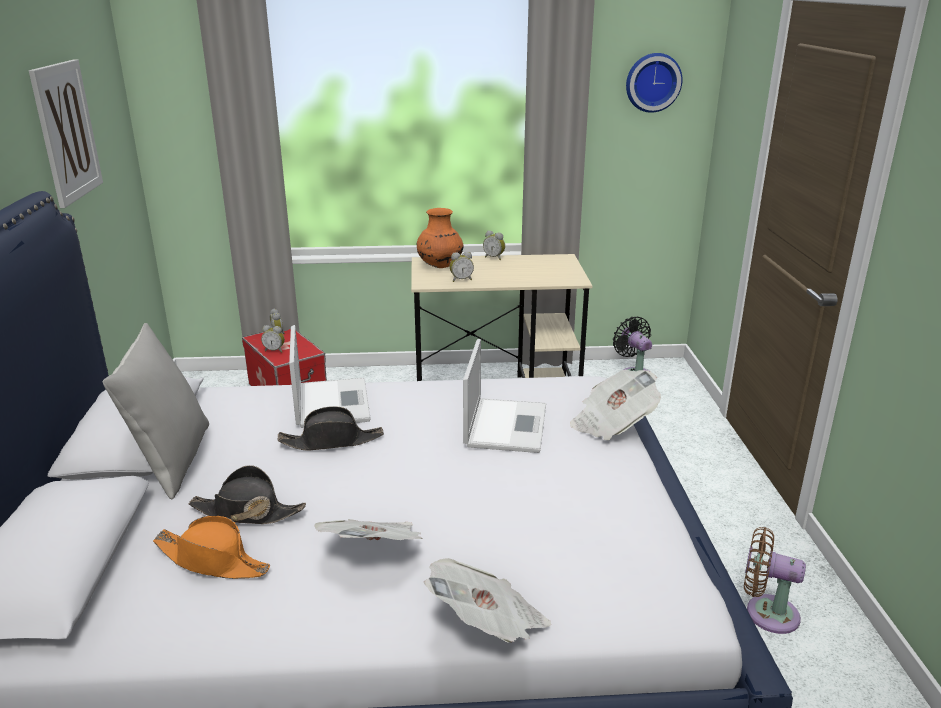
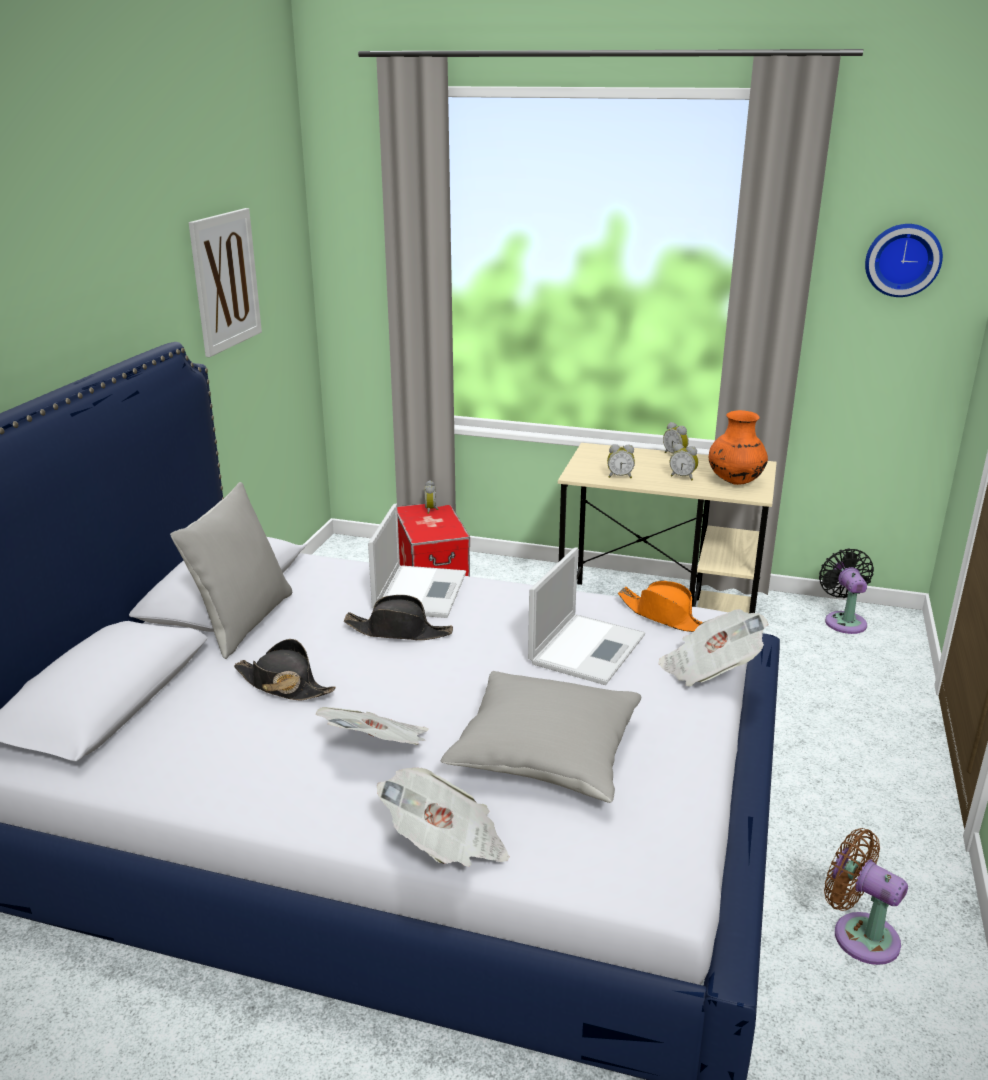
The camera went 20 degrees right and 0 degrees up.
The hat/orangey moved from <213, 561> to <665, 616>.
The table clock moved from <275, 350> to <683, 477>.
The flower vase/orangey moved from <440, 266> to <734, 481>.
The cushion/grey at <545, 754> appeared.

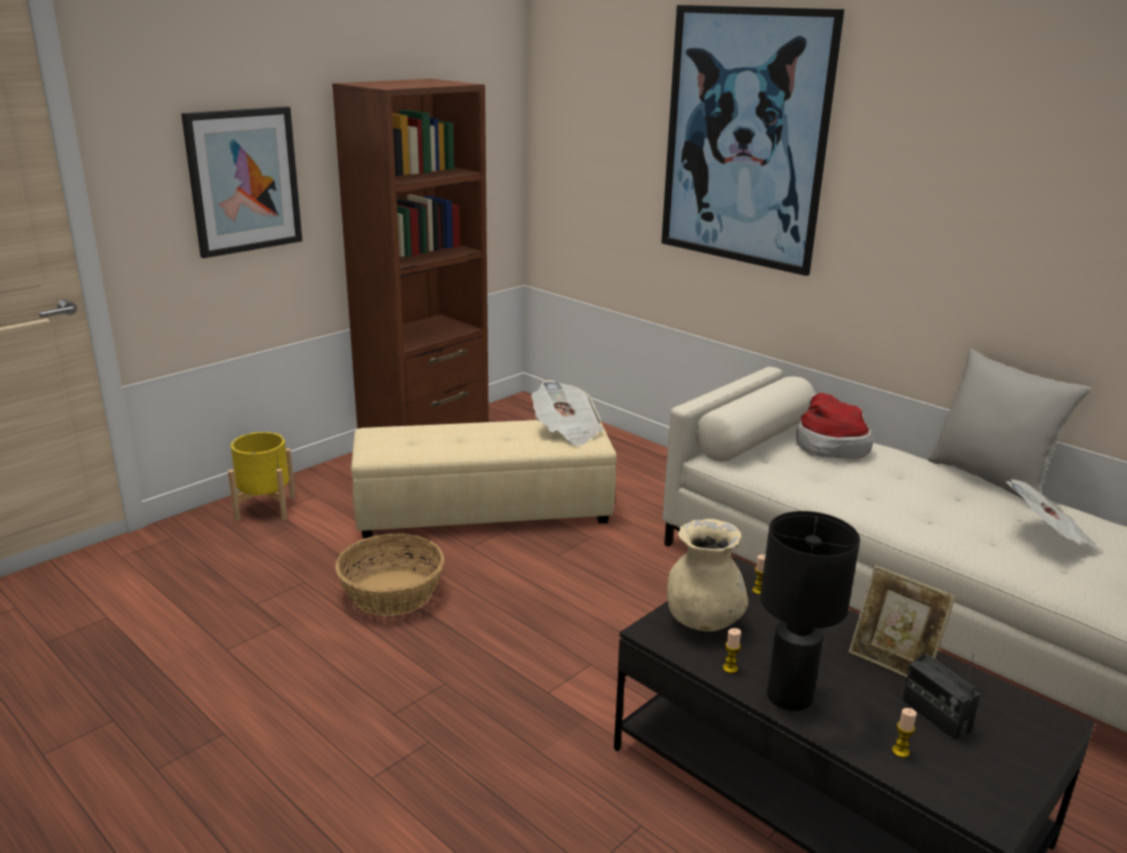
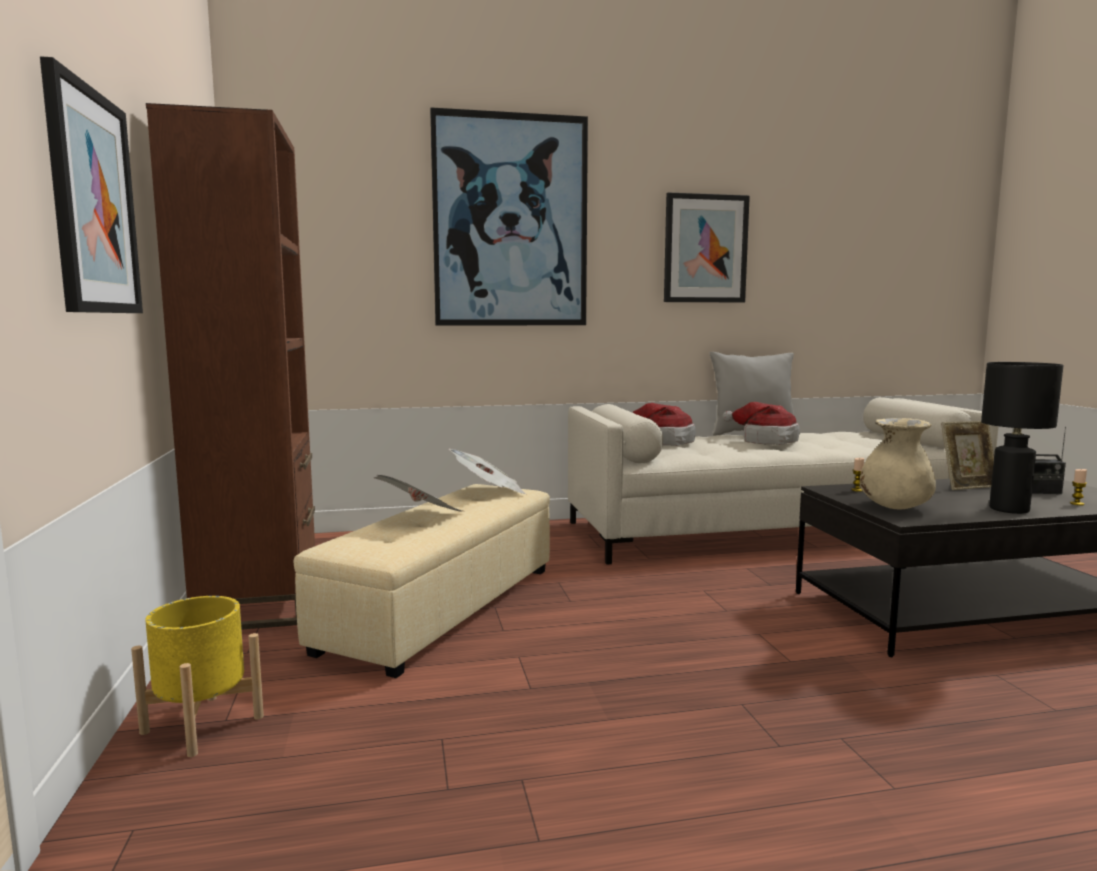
The camera went 55 degrees left and 15 degrees down.
The basket at <392, 592> disappeared.
The wax light at <730, 668> disappeared.
The daily paper moved from <1047, 536> to <421, 517>.
The picture at <705, 249> appeared.
The hat at <765, 441> appeared.

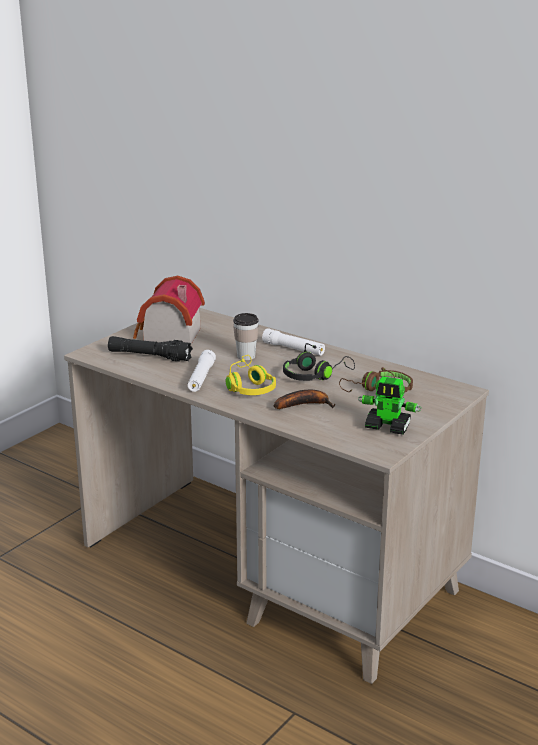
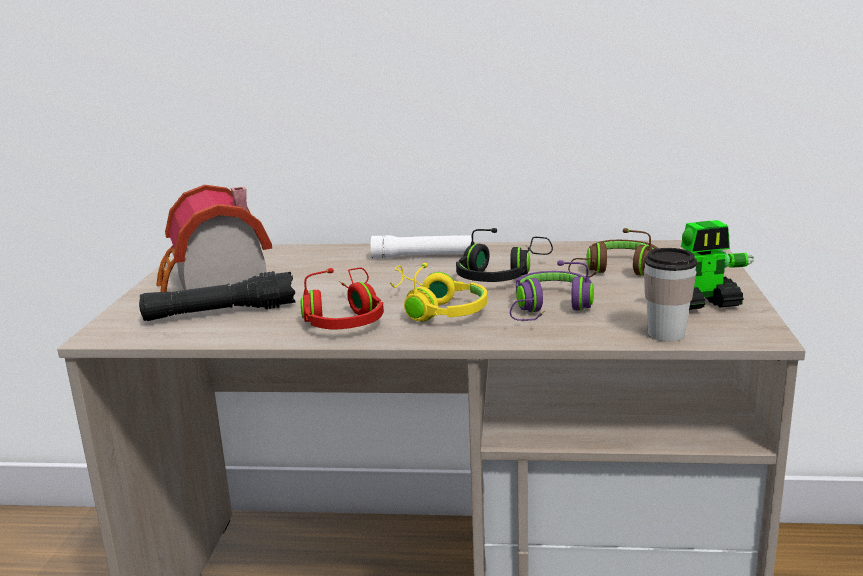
The camera went 30 degrees left and 5 degrees down.
The hand torch/whitish at <201, 378> was replaced by the pair of headphones/reddish at <345, 318>.
The cup moved from <246, 356> to <666, 334>.
The whole banana at <305, 405> was replaced by the pair of headphones/purple-coloured at <549, 309>.

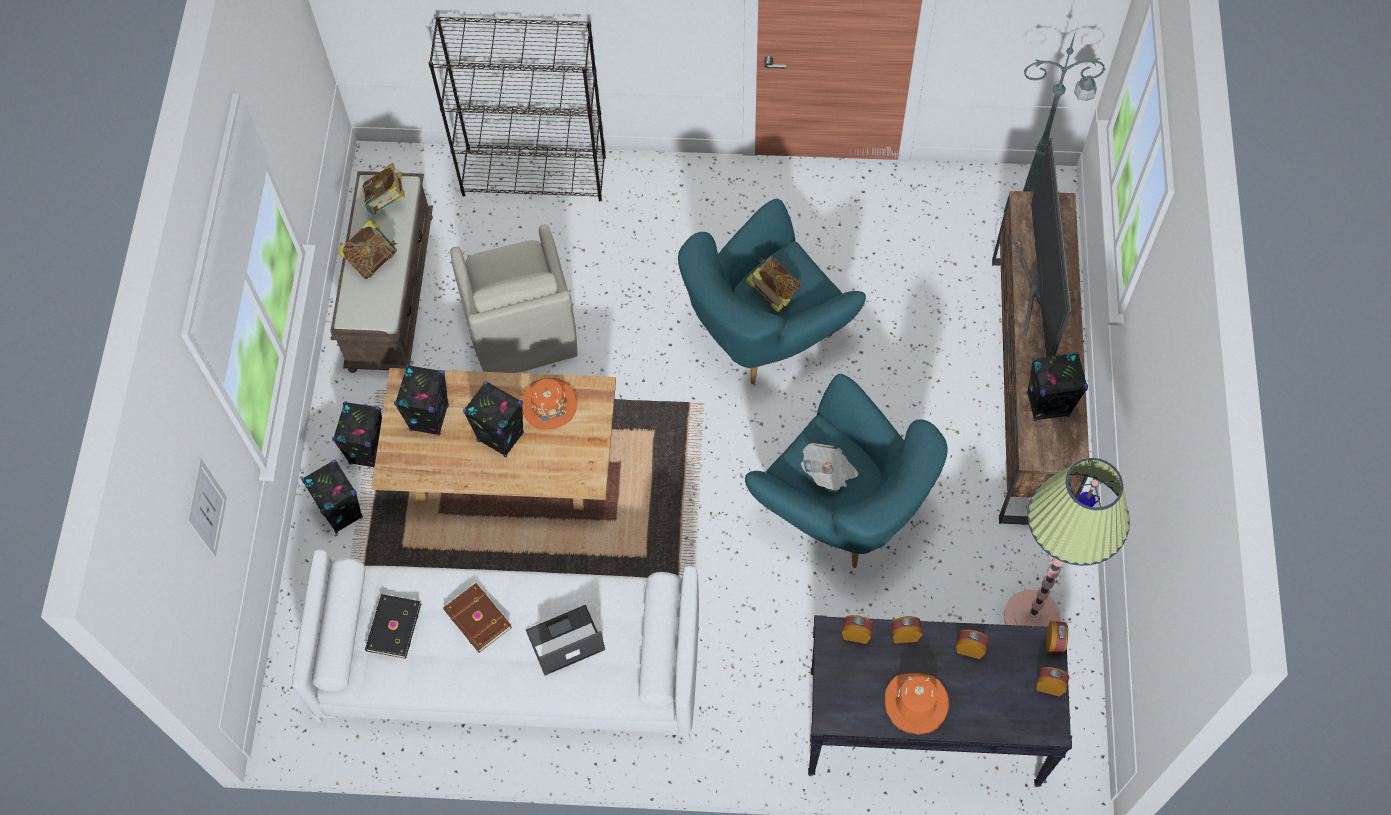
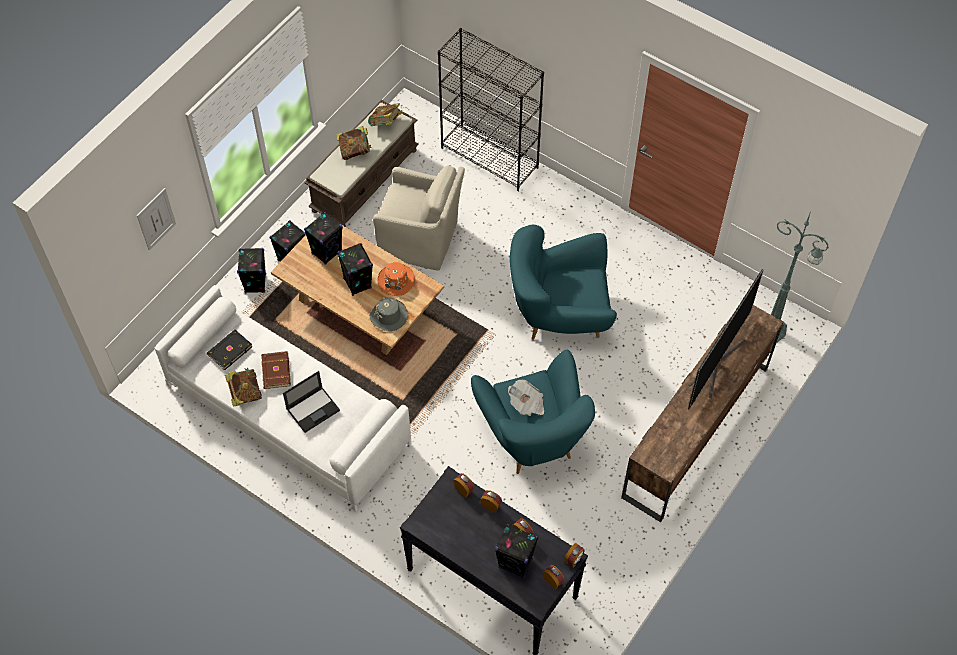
The camera went 30 degrees right and 5 degrees down.
The armchair/sand-coloured at <522, 332> turned 90 degrees counterclockwise.
The portable computer at <564, 641> turned 135 degrees clockwise.
The volume moved from <773, 293> to <245, 393>.
The hat/orangey at <915, 703> disappeared.
The floor lamp at <1031, 617> disappeared.
The audio speaker/blackish moved from <1048, 405> to <516, 563>.
The hat/grey at <389, 316> appeared.

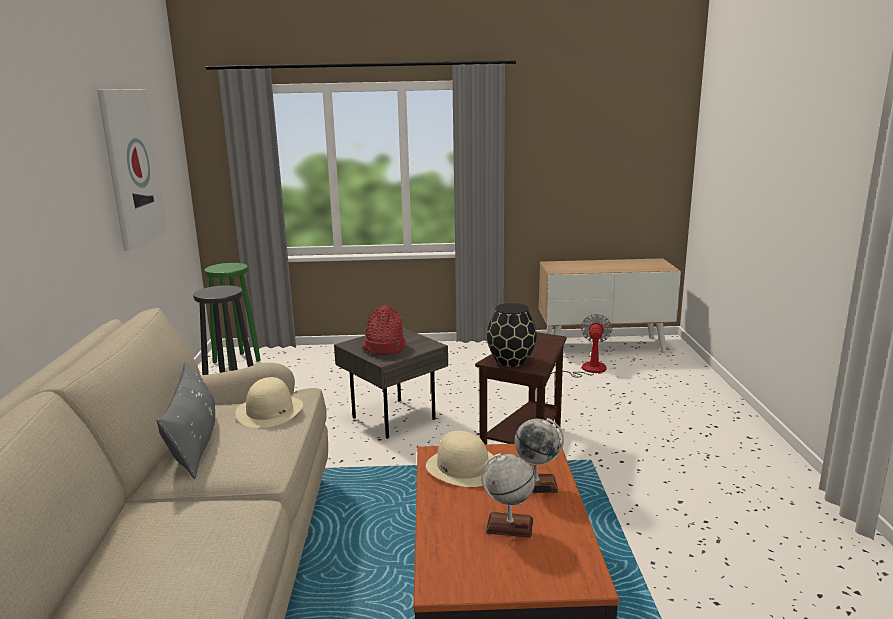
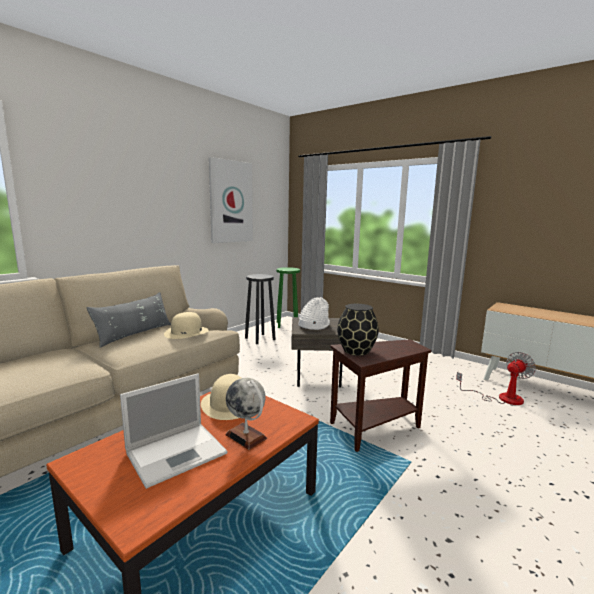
The camera went 40 degrees right and 5 degrees down.
The hat/reddish at <384, 347> became the hat/whitish at <313, 325>.
The world globe at <509, 526> was replaced by the portable computer at <178, 452>.

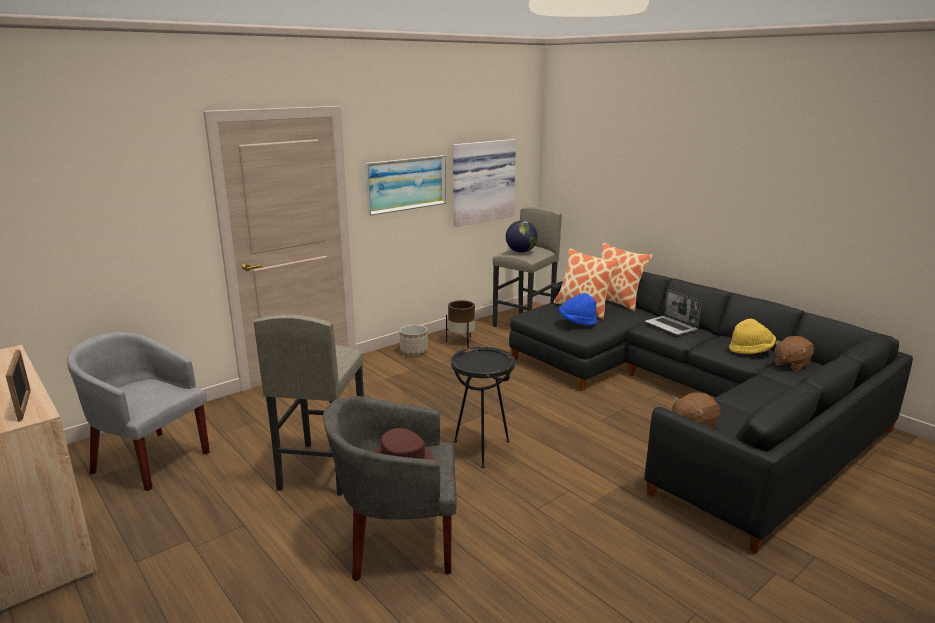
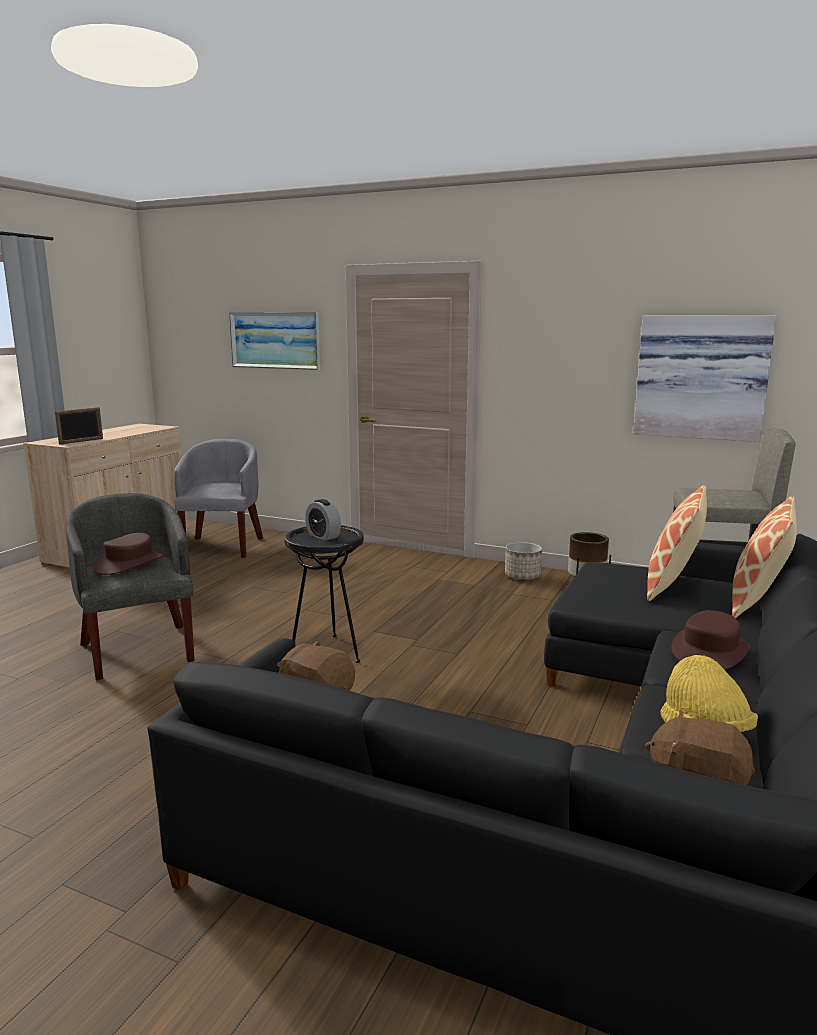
The camera went 65 degrees right and 5 degrees down.
The sitting stool/grey at <322, 469> disappeared.
The picture moved from <406, 184> to <275, 340>.
The world globe at <521, 252> disappeared.
The hat/blue at <577, 322> disappeared.
The portable computer at <671, 326> was replaced by the hat/brownish at <710, 651>.
The table clock at <323, 536> appeared.

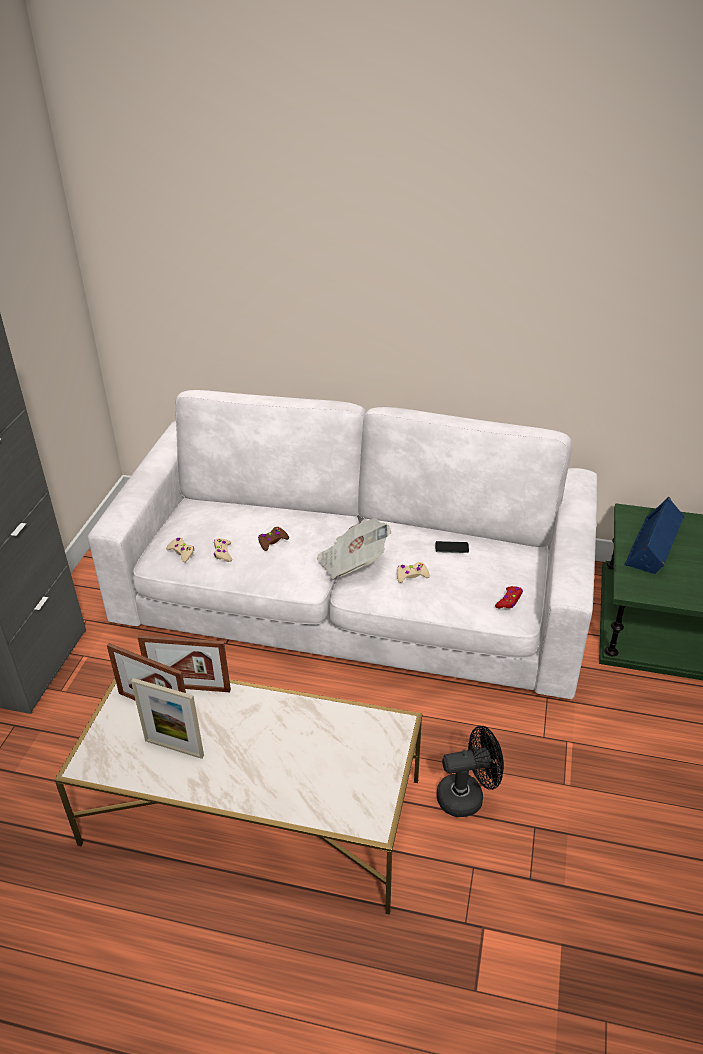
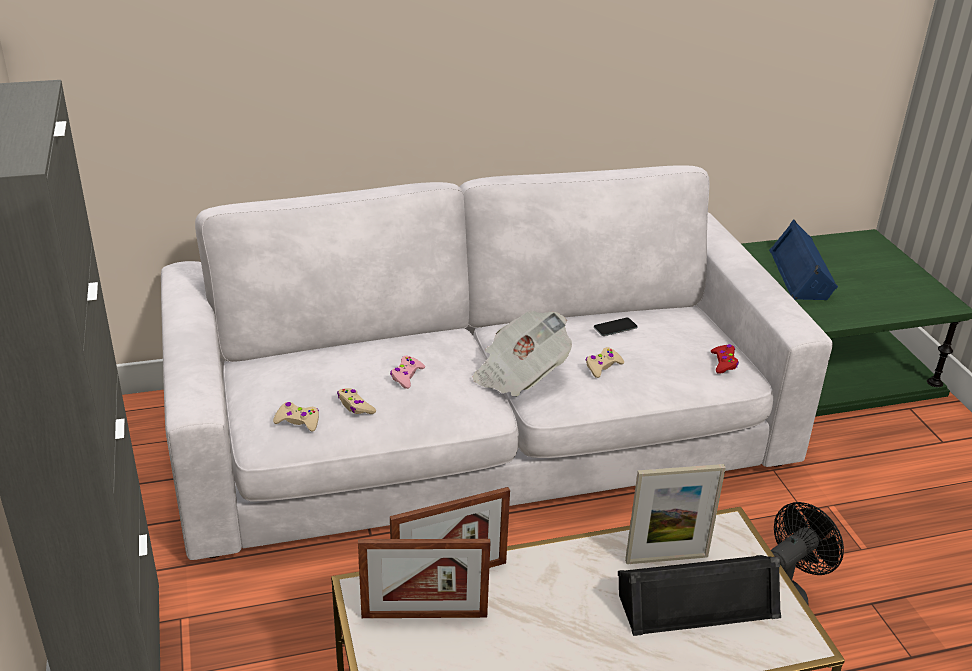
The camera went 30 degrees left and 5 degrees down.
The standing frame moved from <174, 748> to <666, 558>.
The game controller/brownish at <272, 541> became the game controller/pink at <406, 376>.
The audio speaker/blackish at <696, 600> appeared.

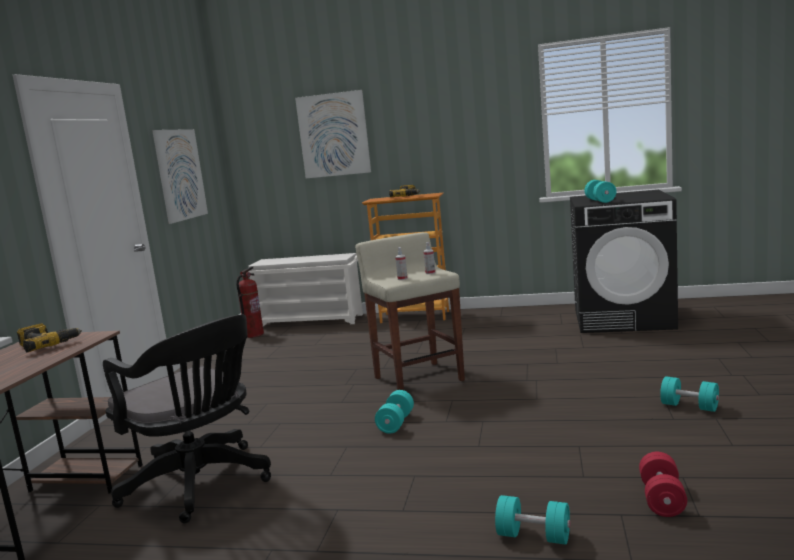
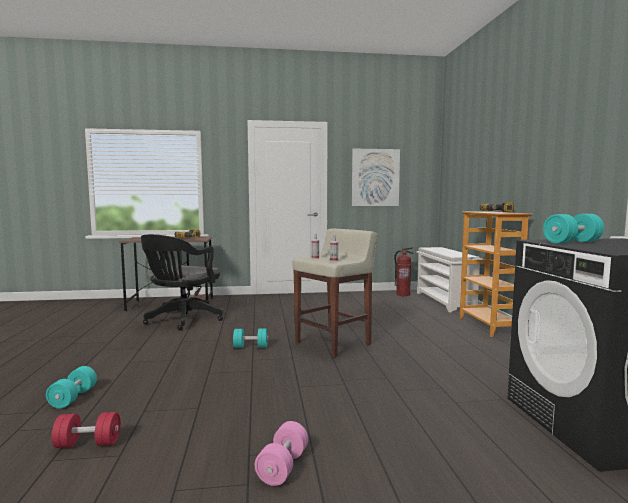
The camera went 70 degrees right and 5 degrees down.
The picture at <333, 135> disappeared.
The hand weight/blue-green at <689, 406> became the hand weight/pink at <282, 467>.

